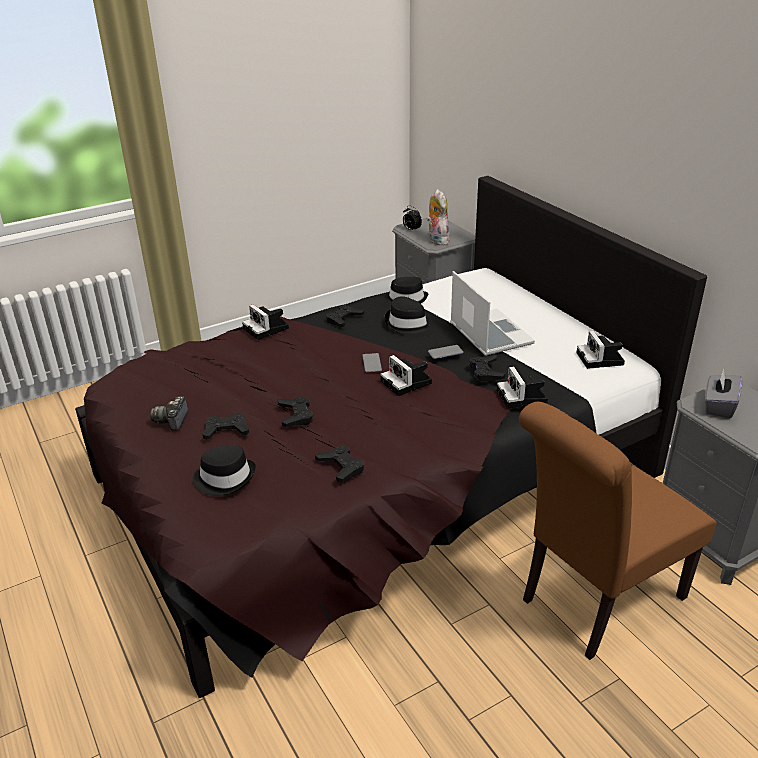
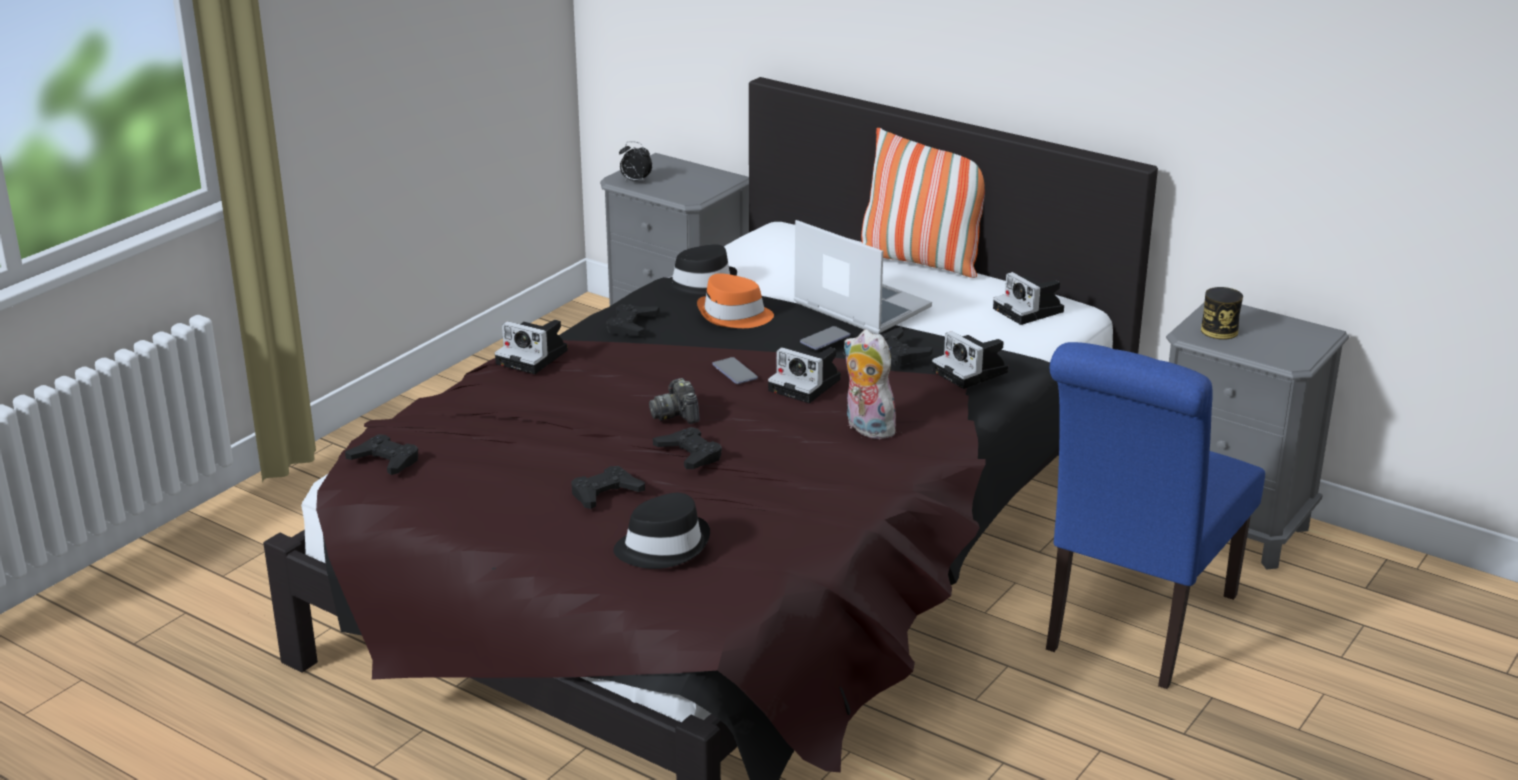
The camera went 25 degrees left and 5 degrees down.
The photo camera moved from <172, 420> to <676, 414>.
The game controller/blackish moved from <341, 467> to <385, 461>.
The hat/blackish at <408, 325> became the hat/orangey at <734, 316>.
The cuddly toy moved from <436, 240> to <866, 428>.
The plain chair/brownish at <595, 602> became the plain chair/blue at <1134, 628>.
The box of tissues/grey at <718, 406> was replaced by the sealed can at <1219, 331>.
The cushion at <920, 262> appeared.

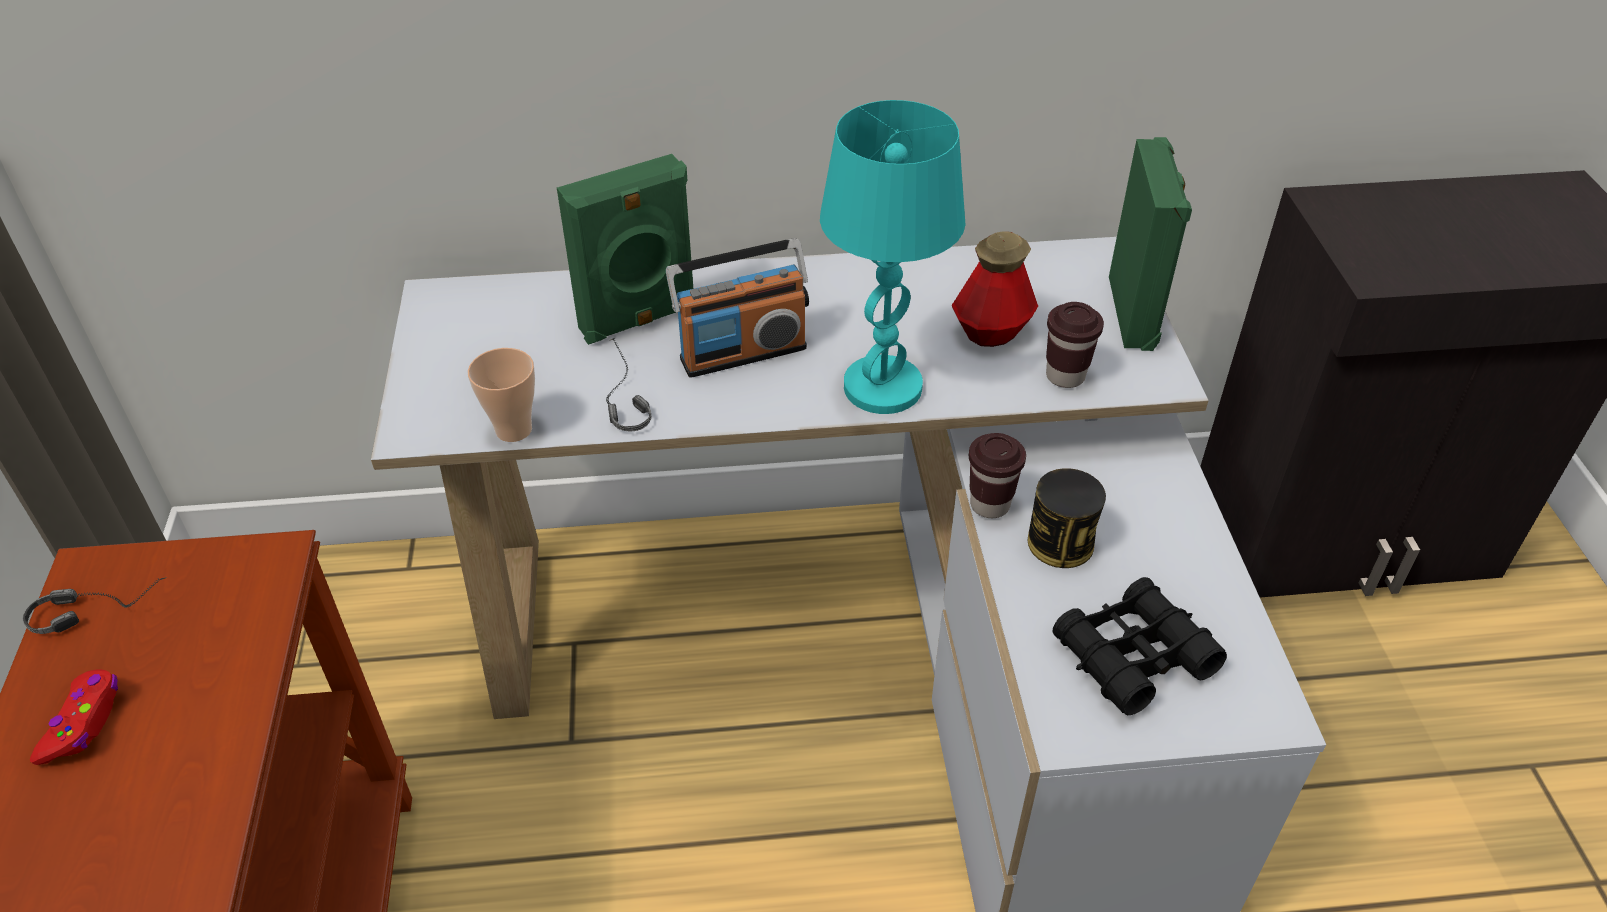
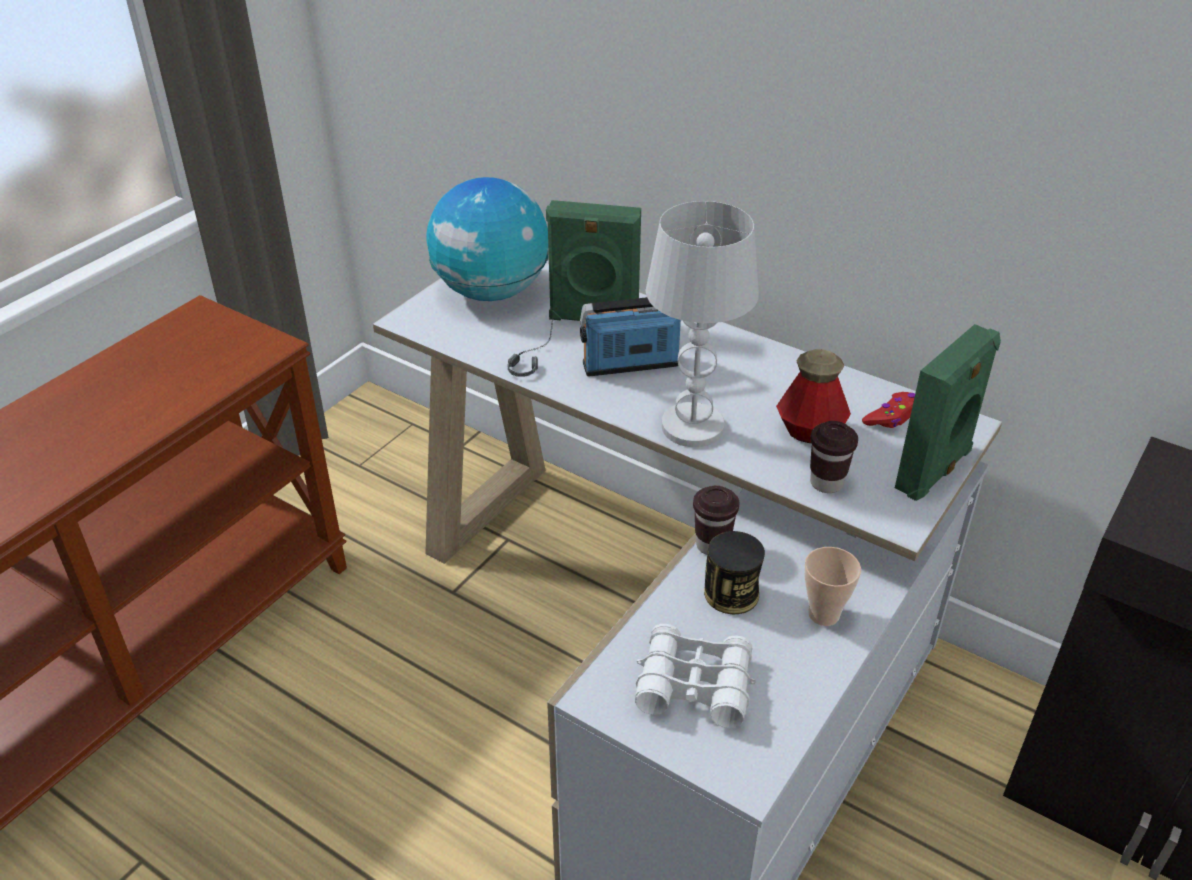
The camera went 40 degrees right and 5 degrees down.
The pair of headphones at <102, 606> disappeared.
The game controller/reddish moved from <83, 722> to <892, 416>.
The cup moved from <513, 430> to <823, 614>.
The radio receiver at <742, 352> turned 150 degrees clockwise.
The table lamp/blue-green at <882, 386> became the table lamp/whitish at <693, 427>.
The pair of binoculars/blackish at <1133, 656> became the pair of binoculars/whitish at <694, 685>.
The world globe at <491, 291> appeared.

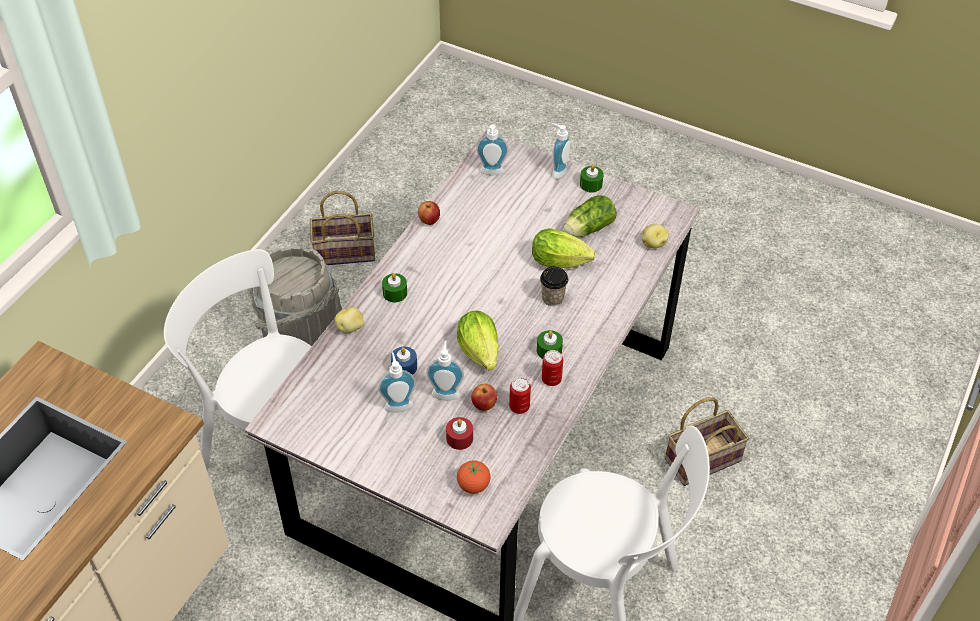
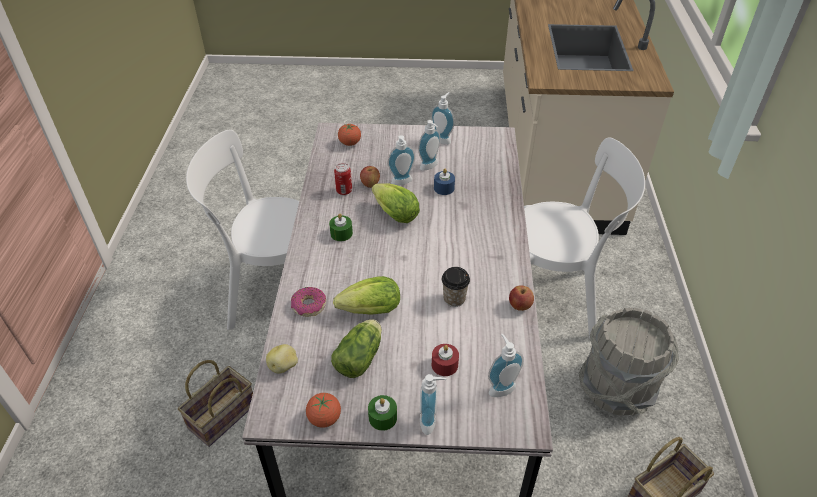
The camera went 155 degrees right and 5 degrees down.
The spud at <351, 328> disappeared.
The wax light/greenish at <395, 293> disappeared.
The wax light/reddish moved from <459, 438> to <444, 365>.
The cup moved from <552, 298> to <454, 299>.
The sealed can at <551, 379> disappeared.
The ring doughnut at <309, 306> appeared.
The whole tomato at <324, 418> appeared.
The soap dispenser at <443, 139> appeared.

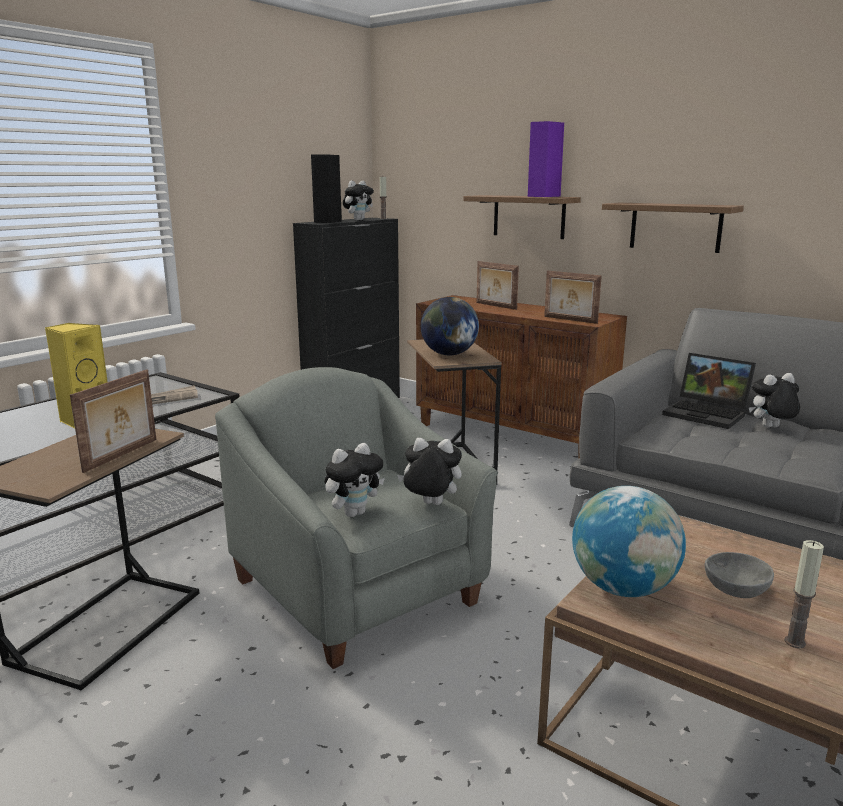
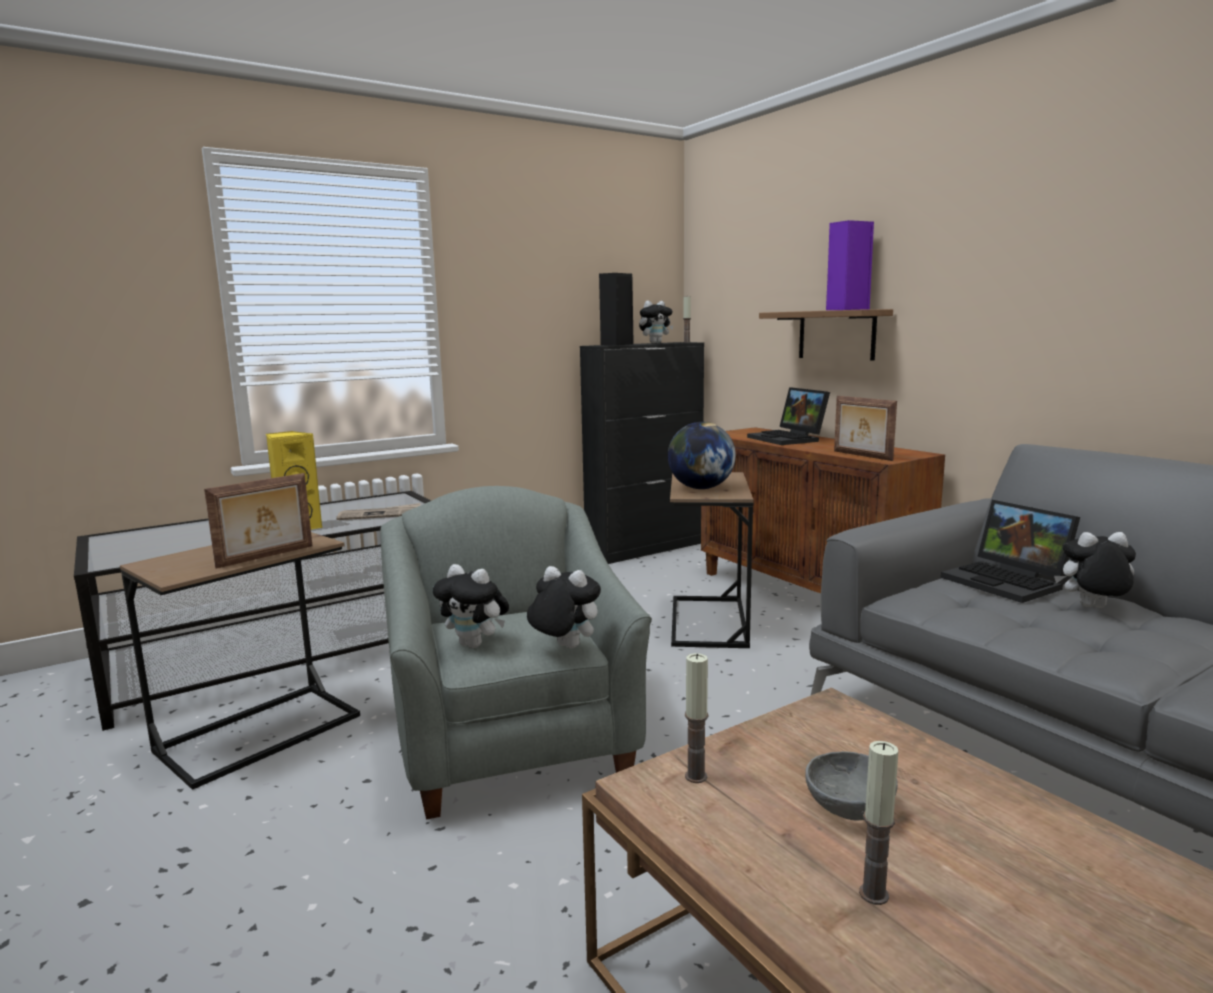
The camera went 20 degrees right and 5 degrees down.
The cuddly toy at <354, 513> turned 45 degrees clockwise.
The standing frame at <495, 306> was replaced by the portable computer at <789, 439>.
The world globe at <623, 588> was replaced by the wax light at <696, 776>.
The shelf at <675, 227> disappeared.

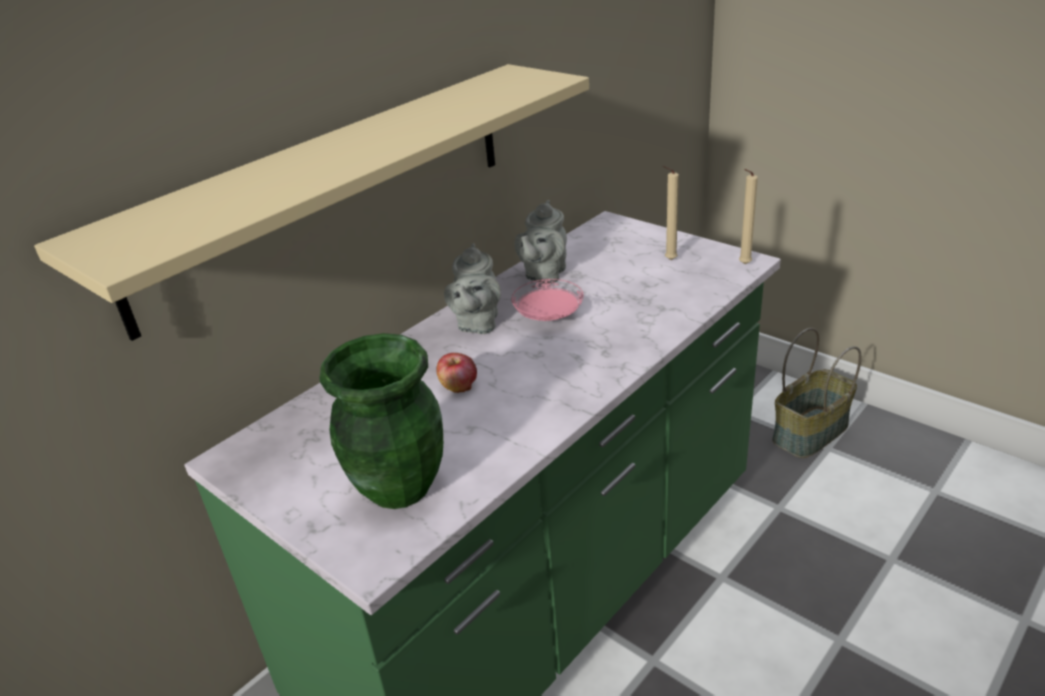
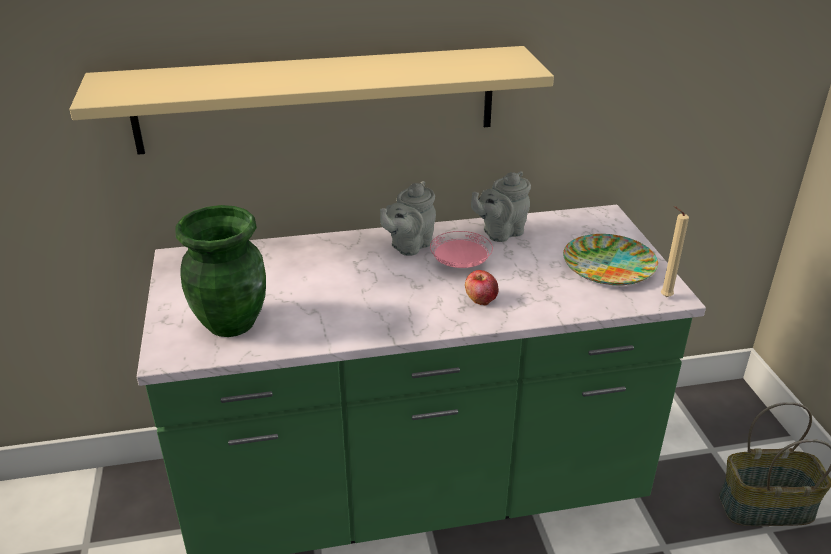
The camera went 35 degrees right and 0 degrees up.
The apple moved from <458, 386> to <480, 299>.
The wax light/sand-coloured at <669, 260> was replaced by the plate at <608, 265>.

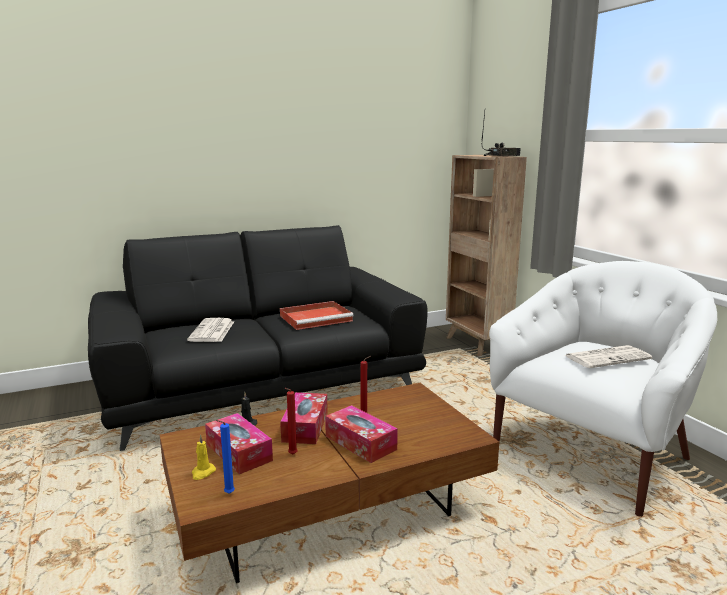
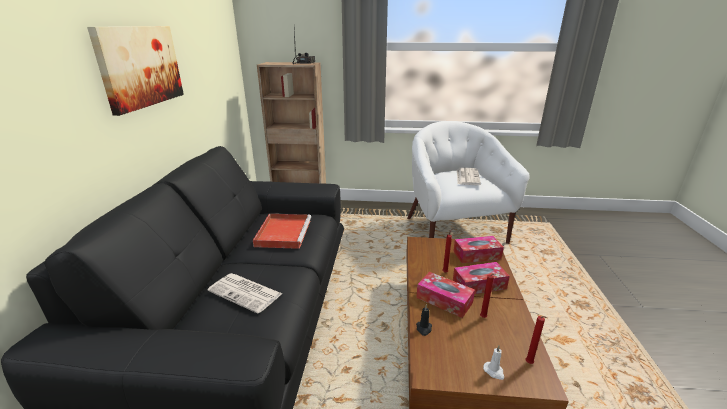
The camera went 60 degrees left and 10 degrees up.
The wax light/yellow-coloured at <203, 473> became the wax light/whitish at <494, 371>.
The box of tissues moved from <239, 452> to <477, 255>.
The wax light/blue at <227, 494> became the wax light/reddish at <529, 364>.
The picture at <140, 66> appeared.

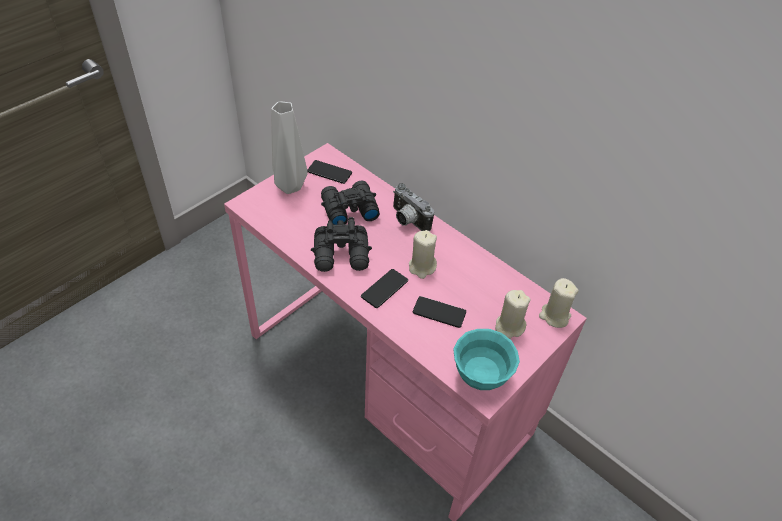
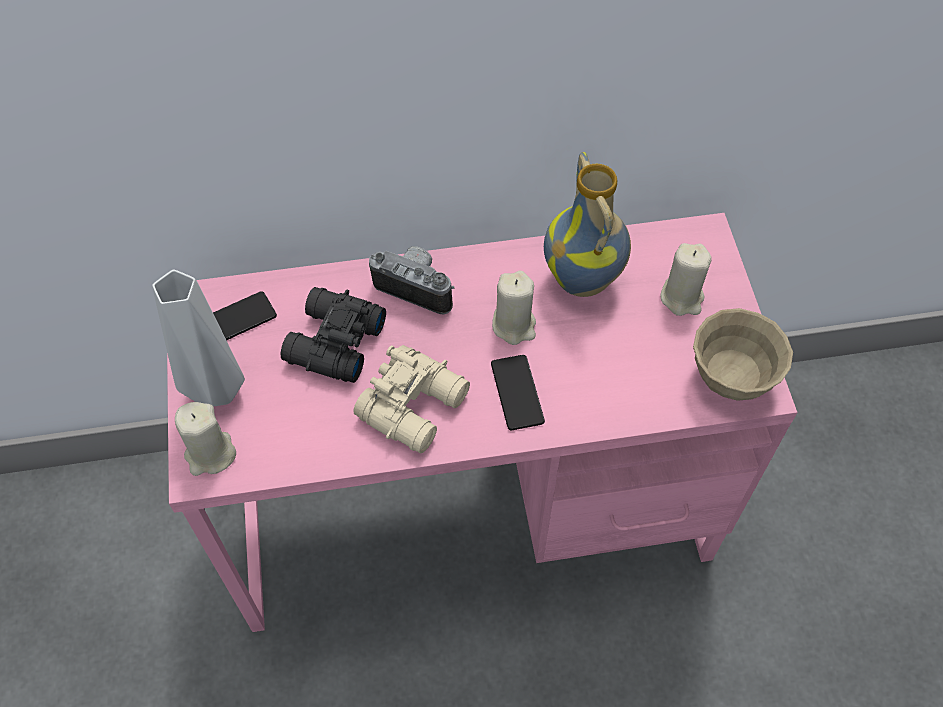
The camera went 50 degrees left and 10 degrees up.
The pair of binoculars/blackish at <342, 255> became the pair of binoculars/sand-coloured at <416, 406>.
The photo camera at <407, 220> turned 150 degrees counterclockwise.
The phone at <439, 312> disappeared.
The deep dish/blue-green at <481, 375> became the deep dish/sand-coloured at <731, 377>.
The wax light/sand-coloured moved from <554, 316> to <210, 454>.
The flower vase at <584, 279> appeared.

